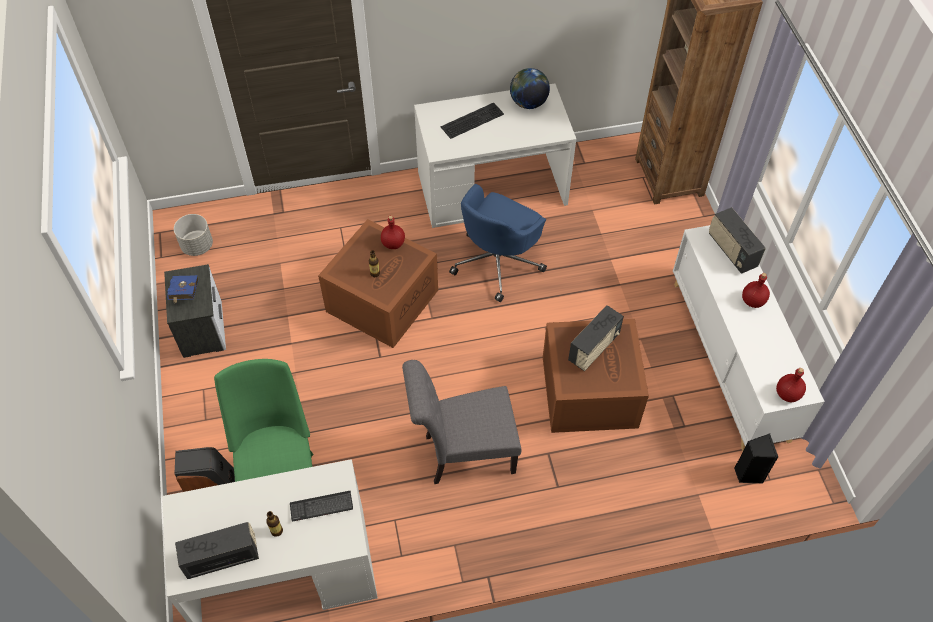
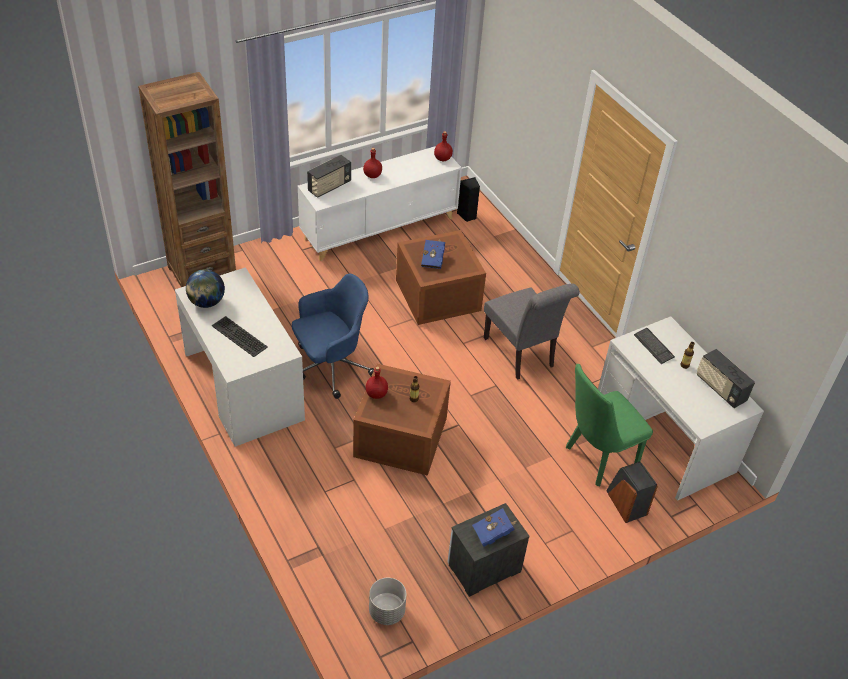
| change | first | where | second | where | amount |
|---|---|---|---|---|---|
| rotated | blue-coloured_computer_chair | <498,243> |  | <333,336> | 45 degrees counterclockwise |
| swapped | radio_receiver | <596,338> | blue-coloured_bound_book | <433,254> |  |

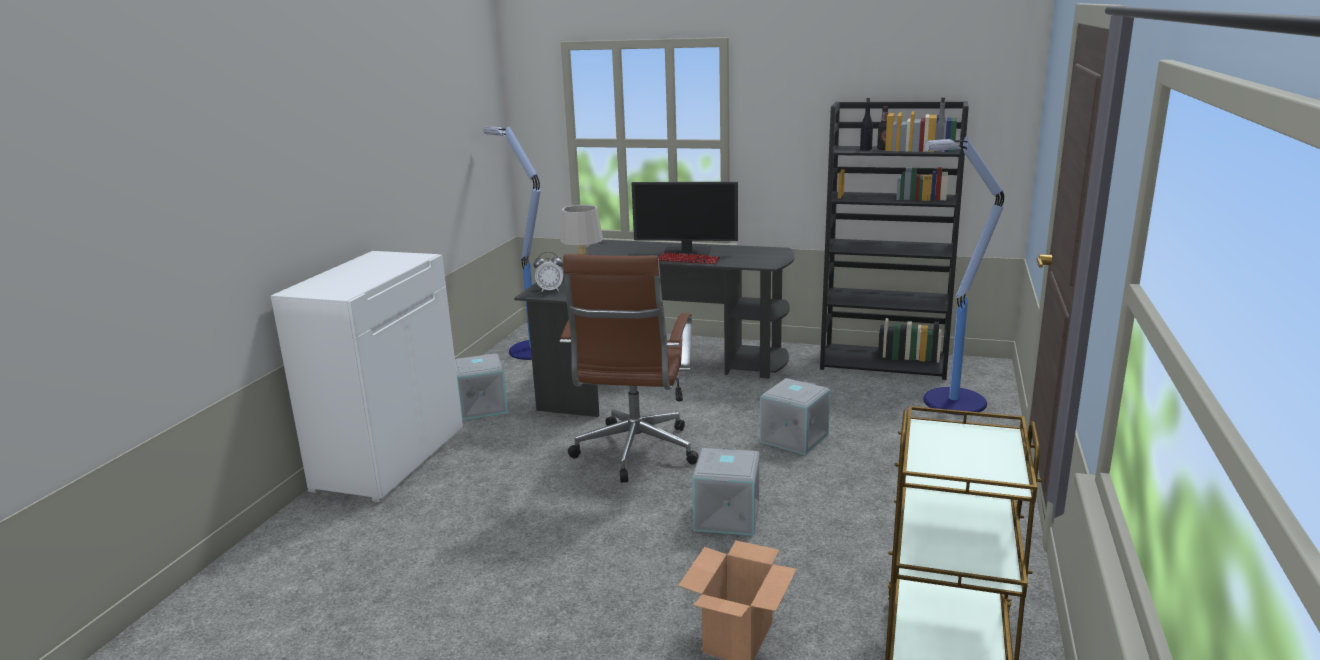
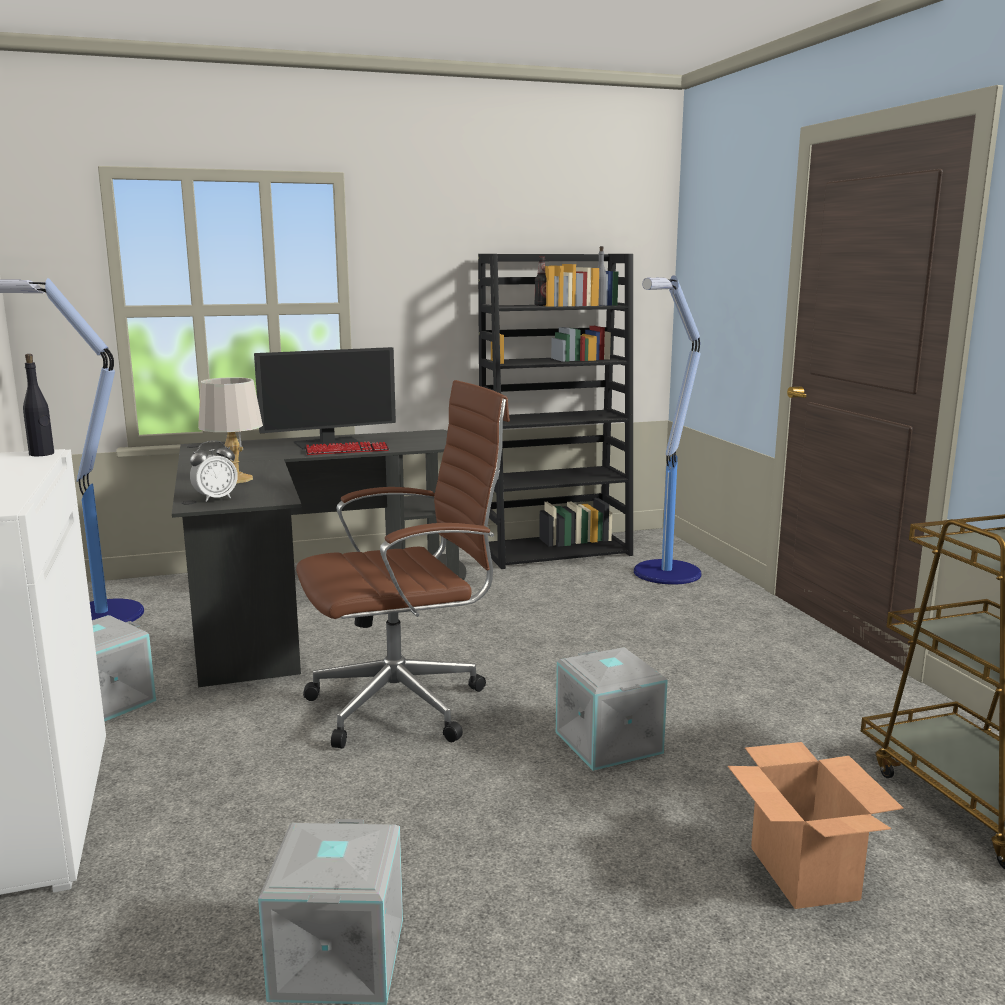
| change | first | where | second | where | amount |
|---|---|---|---|---|---|
| rotated | brown_computer_chair | <629,368> |  | <403,564> | 90 degrees counterclockwise |
| shifted | grey_storage_bin | <795,416> |  | <330,912> |  |
| shifted | blackish_drink_bottle | <866,124> |  | <38,405> |  |

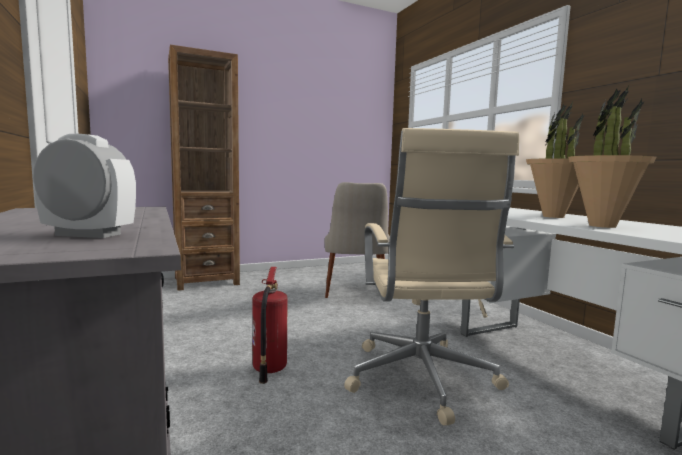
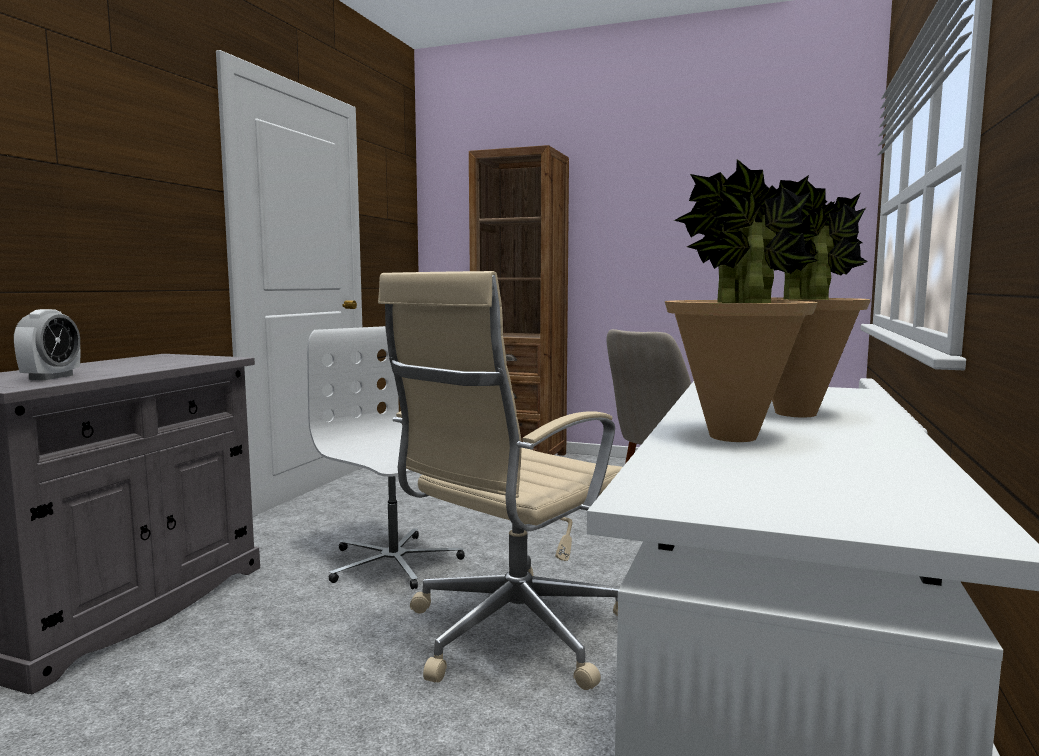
| change | first | where | second | where | amount |
|---|---|---|---|---|---|
| rotated | table_clock | <84,186> |  | <47,344> | 45 degrees clockwise |
| swapped | fire-fighting_cylinder | <270,325> | white_computer_chair | <386,457> |  |

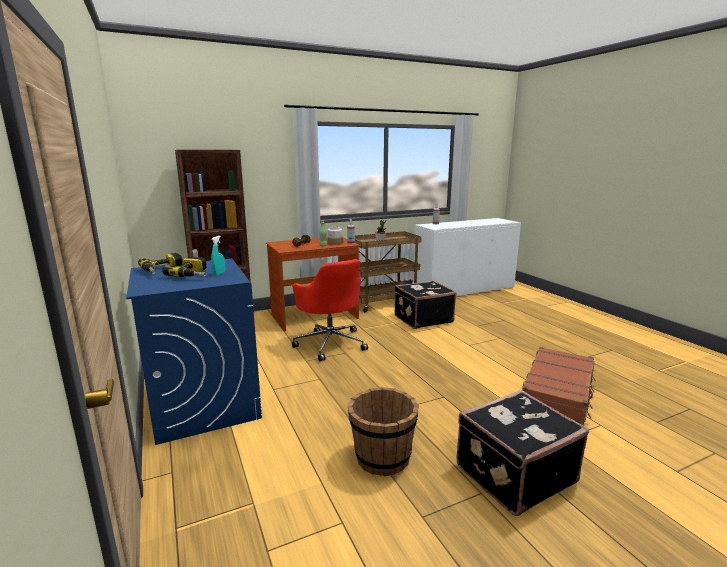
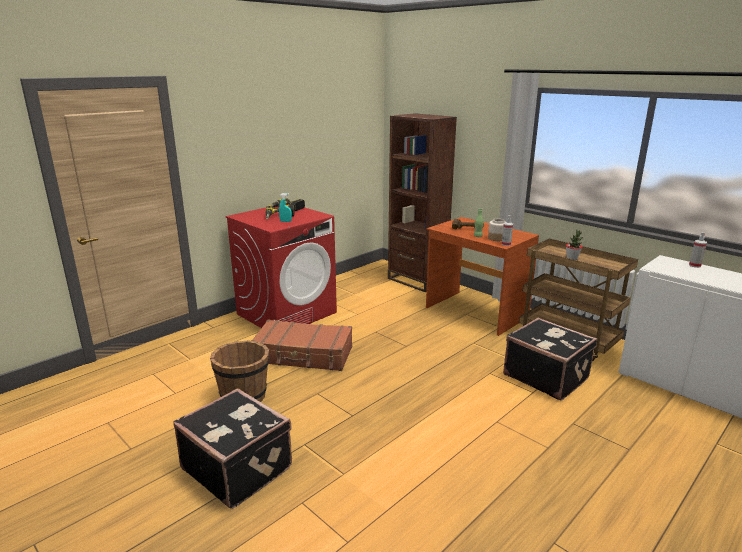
| change | first | where | second | where | amount |
|---|---|---|---|---|---|
| repainted | blue-coloured_laundry_appliance | <194,351> | reddish_laundry_appliance | <281,267> |  |
| gone | reddish_computer_chair | <330,310> |  |  |  |
| shifted | brown_suitcase | <559,386> |  | <301,345> |  |

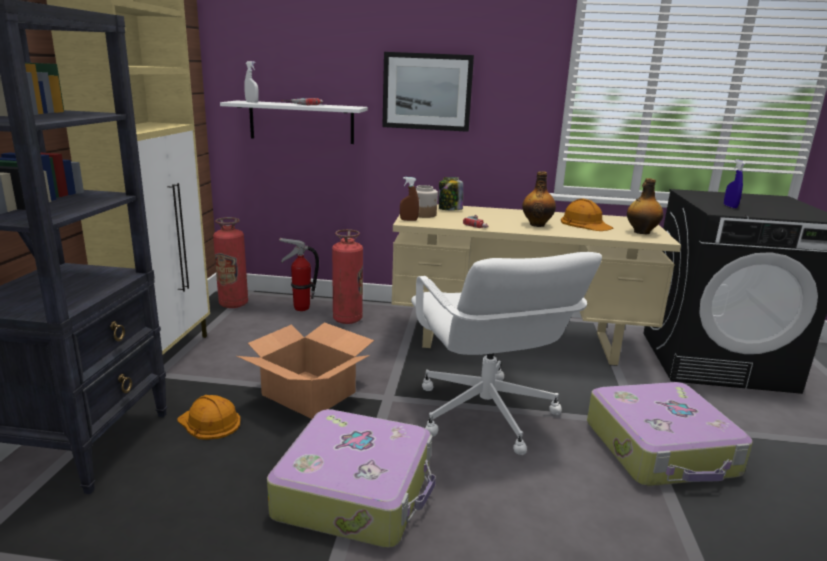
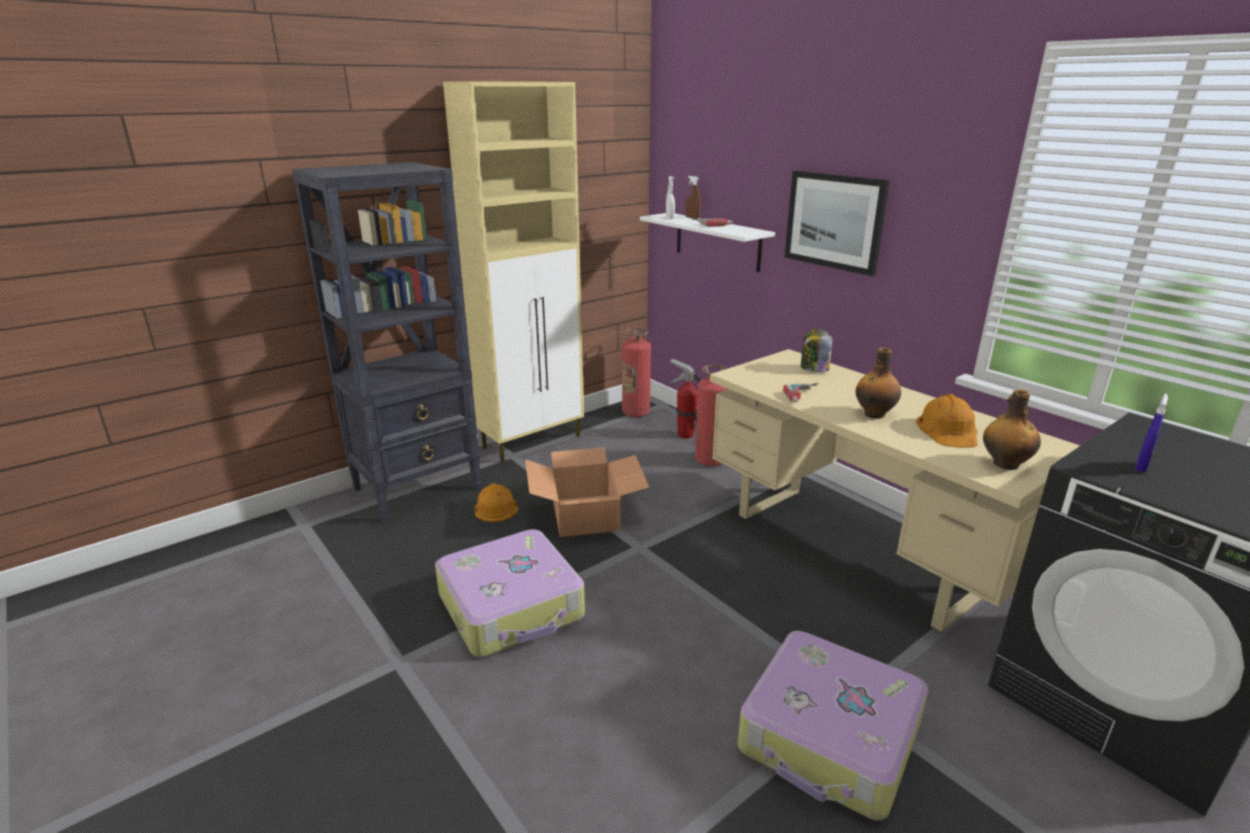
| change | first | where | second | where | amount |
|---|---|---|---|---|---|
| shifted | brown_hand_sprayer | <409,199> |  | <693,197> |  |
| gone | white_computer_chair | <506,353> |  |  |  |
| gone | jar | <427,201> |  |  |  |

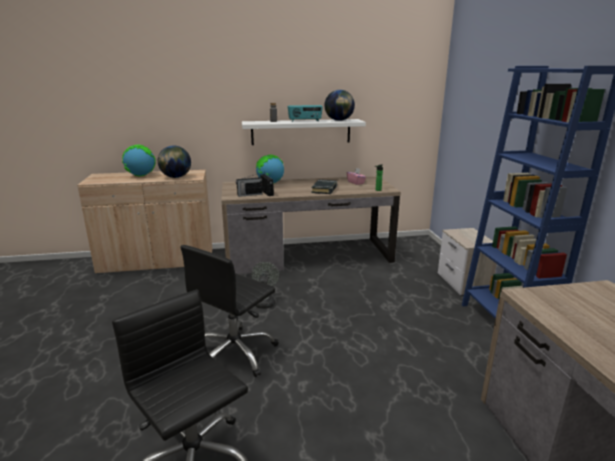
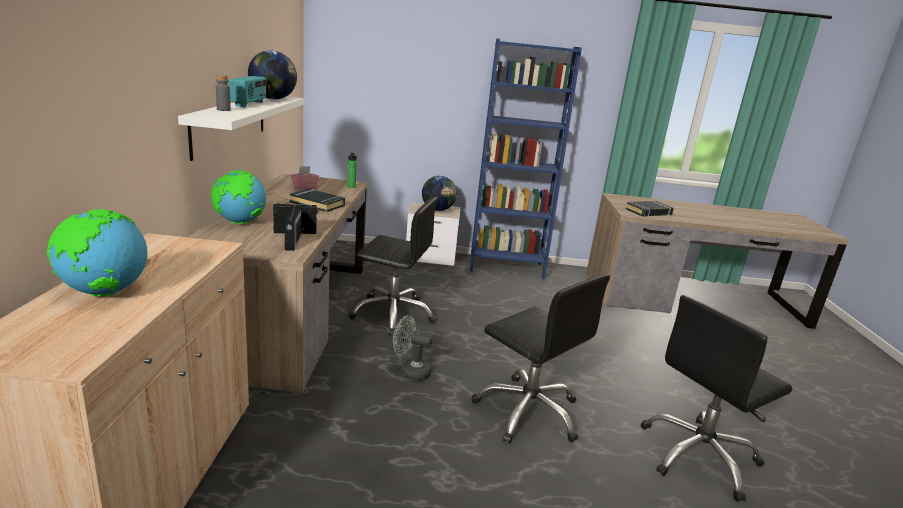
| change | first | where | second | where | amount |
|---|---|---|---|---|---|
| shifted | desk_globe | <174,162> |  | <439,193> |  |
| new |  |  | blackish_computer_chair | <393,265> |  |
| new |  |  | blackish_bound_book | <650,209> |  |

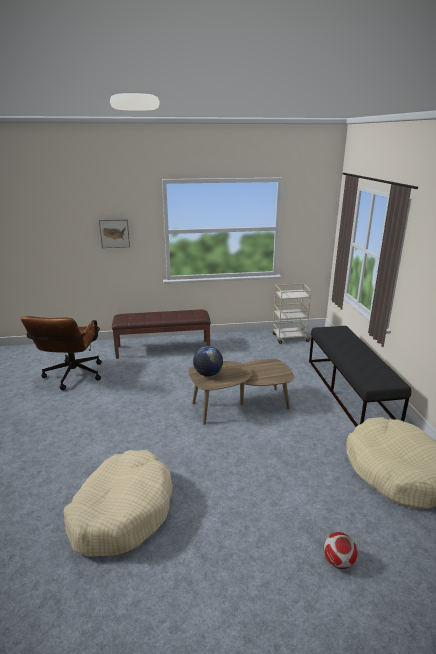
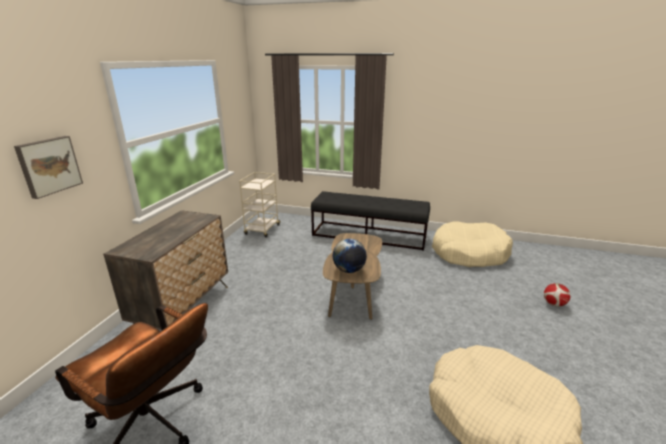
| change | first | where | second | where | amount |
|---|---|---|---|---|---|
| swapped | brown_indoor_bench | <161,334> | dresser | <165,269> |  |

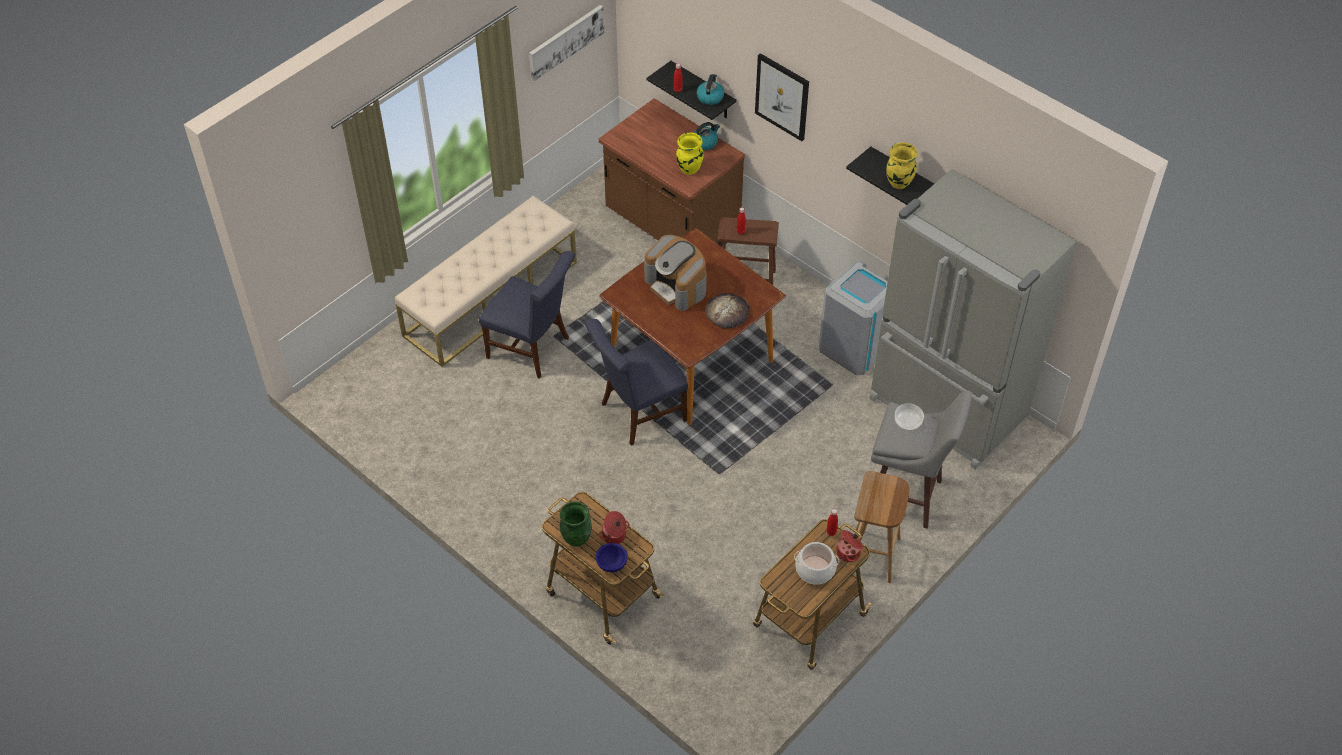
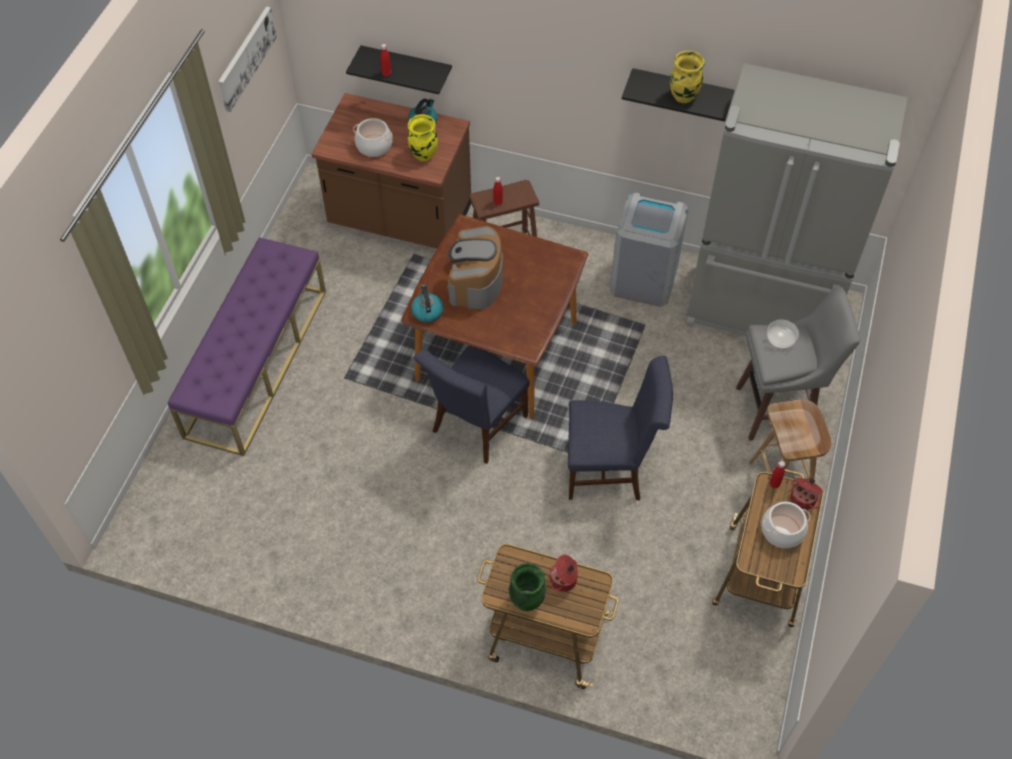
| change | first | where | second | where | amount |
|---|---|---|---|---|---|
| repainted | beige_indoor_bench | <486,281> | purple_indoor_bench | <247,346> |  |
| shifted | blue-coloured_plain_chair | <527,315> |  | <620,428> |  |
| gone | blue-coloured_bowl | <611,557> |  |  |  |
| rotated | coffee_maker | <675,273> |  | <475,267> | 75 degrees clockwise |
| shifted | water_kettle | <710,89> |  | <427,304> |  |
| gone | bakery_bread | <727,311> |  |  |  |
| gone | picture | <782,97> |  |  |  |
| new |  |  | stockpot | <373,137> |  |

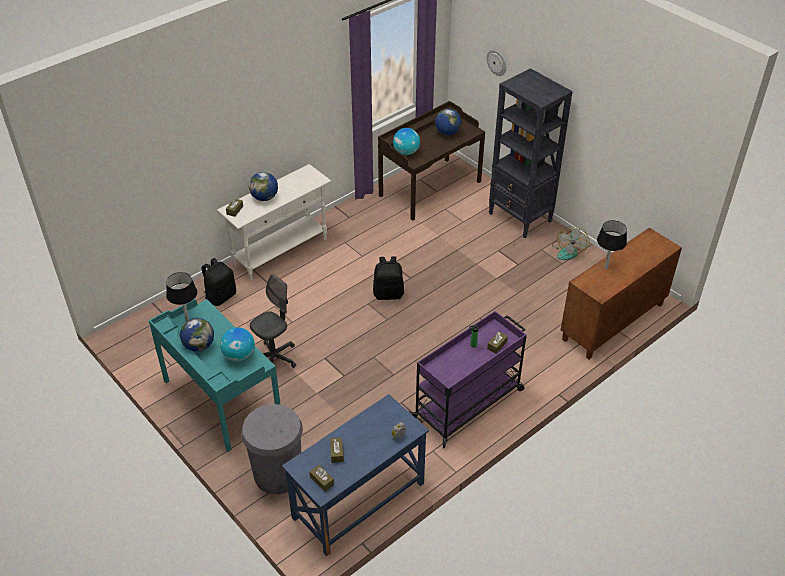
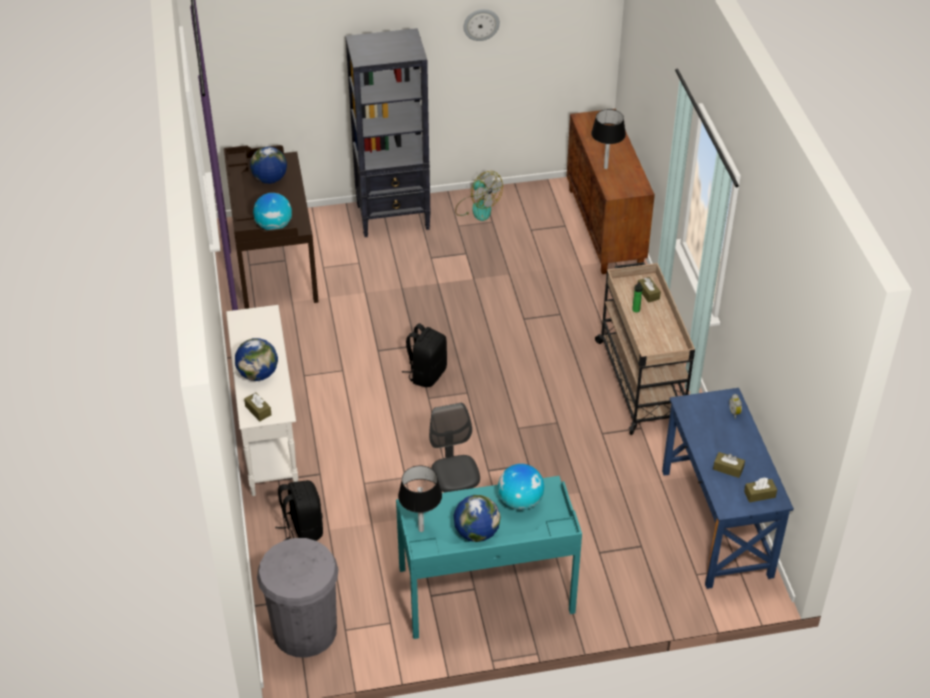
| change | first | where | second | where | amount |
|---|---|---|---|---|---|
| shifted | grey_waste_bin | <272,449> |  | <297,598> |  |
| repainted | purple_trolley | <467,379> | beige_trolley | <645,348> |  |
| shifted | wall_clock | <496,63> |  | <481,25> |  |

